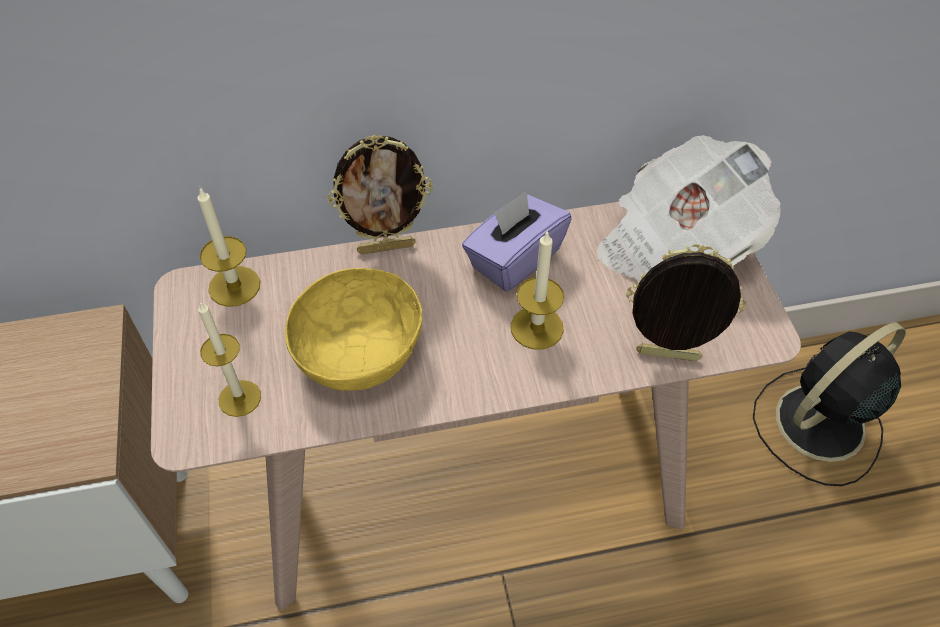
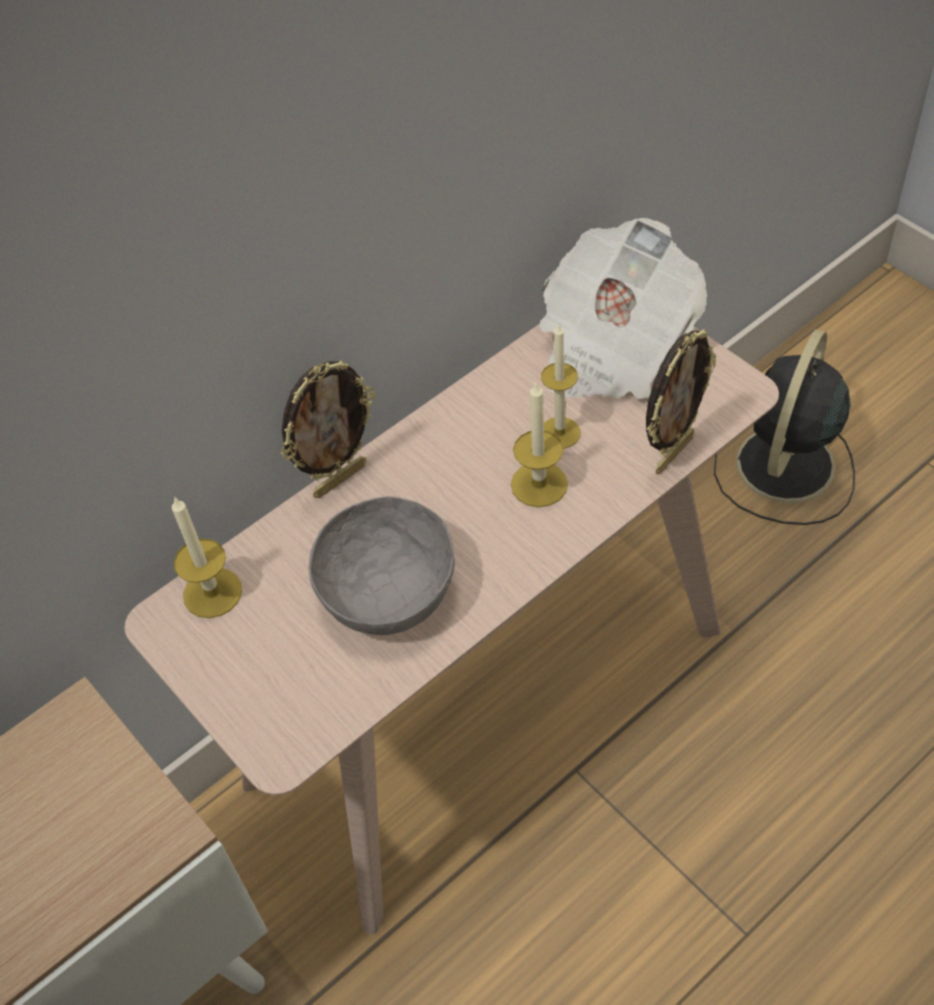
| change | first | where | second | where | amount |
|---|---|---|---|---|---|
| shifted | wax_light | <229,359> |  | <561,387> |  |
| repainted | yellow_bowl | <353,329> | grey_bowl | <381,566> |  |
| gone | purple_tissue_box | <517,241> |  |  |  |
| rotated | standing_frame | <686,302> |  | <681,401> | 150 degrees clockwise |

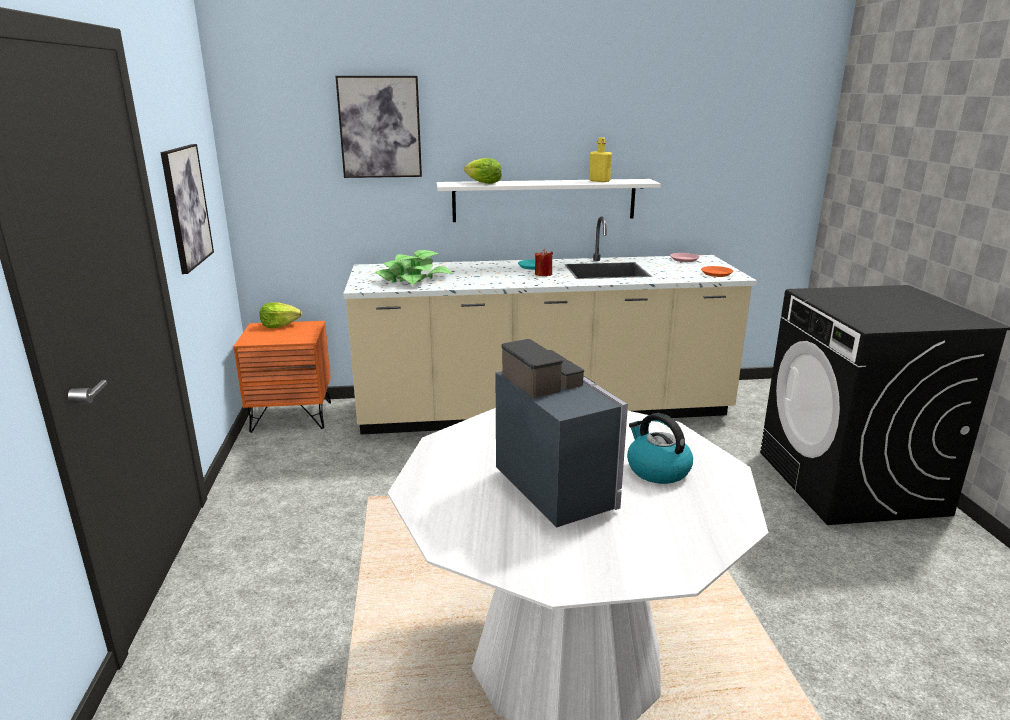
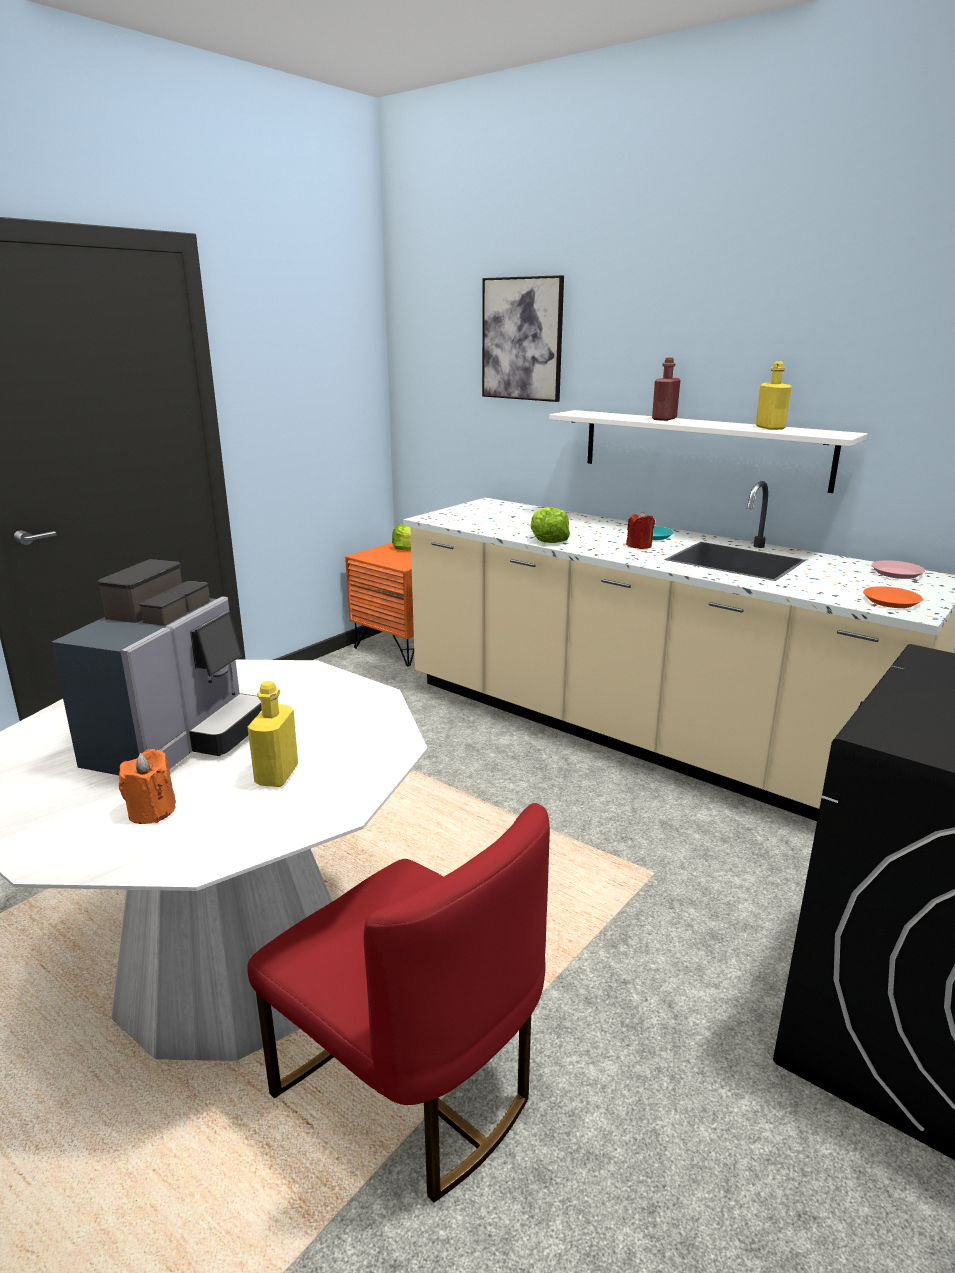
| change | first | where | second | where | amount |
|---|---|---|---|---|---|
| gone | picture | <187,209> |  |  |  |
| gone | plant_in_a_pot | <413,267> |  |  |  |
| shifted | lettuce | <483,171> |  | <550,525> |  |
| swapped | water_kettle | <660,448> | yellow_drink_bottle | <272,734> |  |
| new |  |  | orange_wax_light | <147,786> |  |
| new |  |  | reddish_plain_chair | <398,1003> |  |
| new |  |  | reddish_drink_bottle | <666,389> |  |

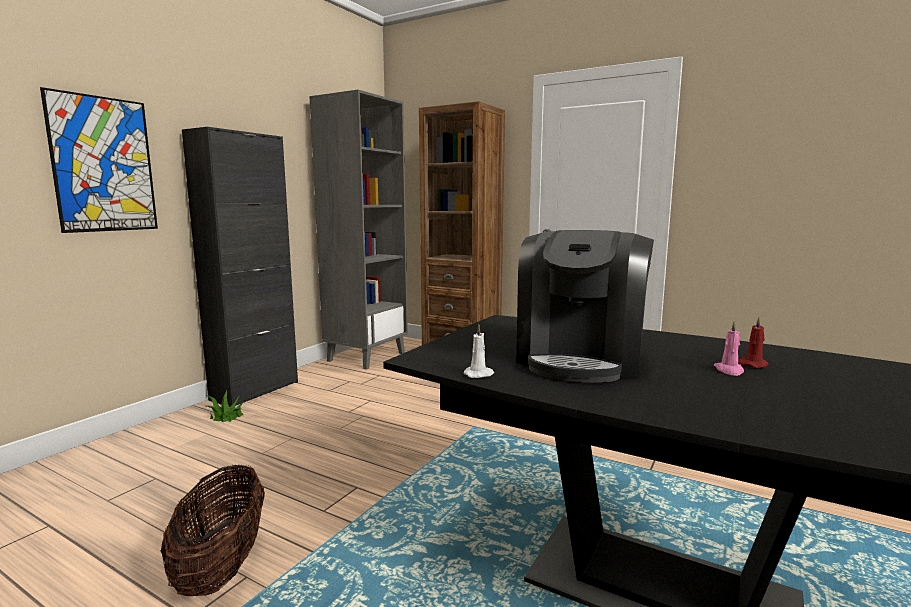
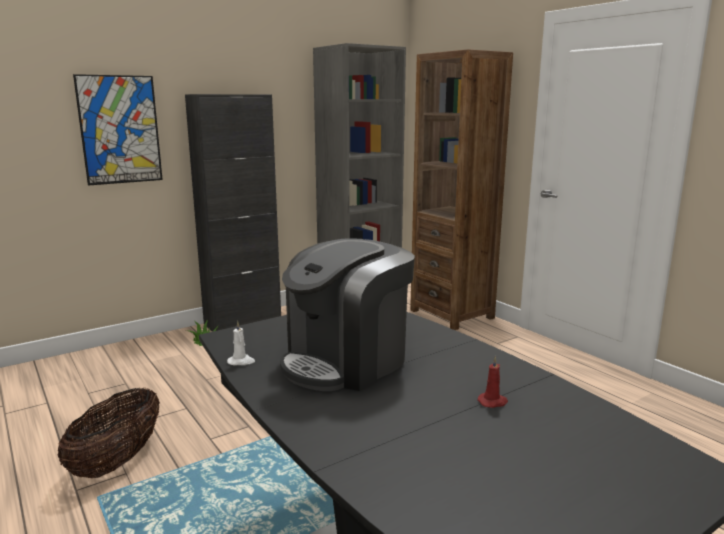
| change | first | where | second | where | amount |
|---|---|---|---|---|---|
| gone | pink-coloured_wax_light | <729,348> |  |  |  |

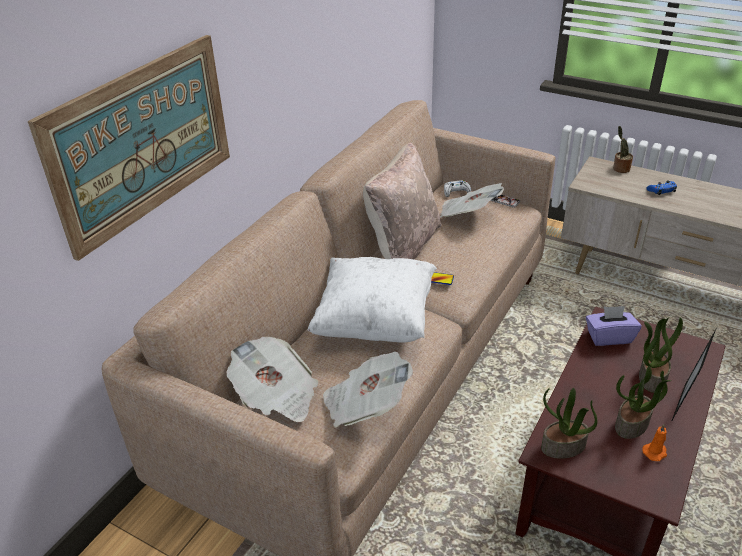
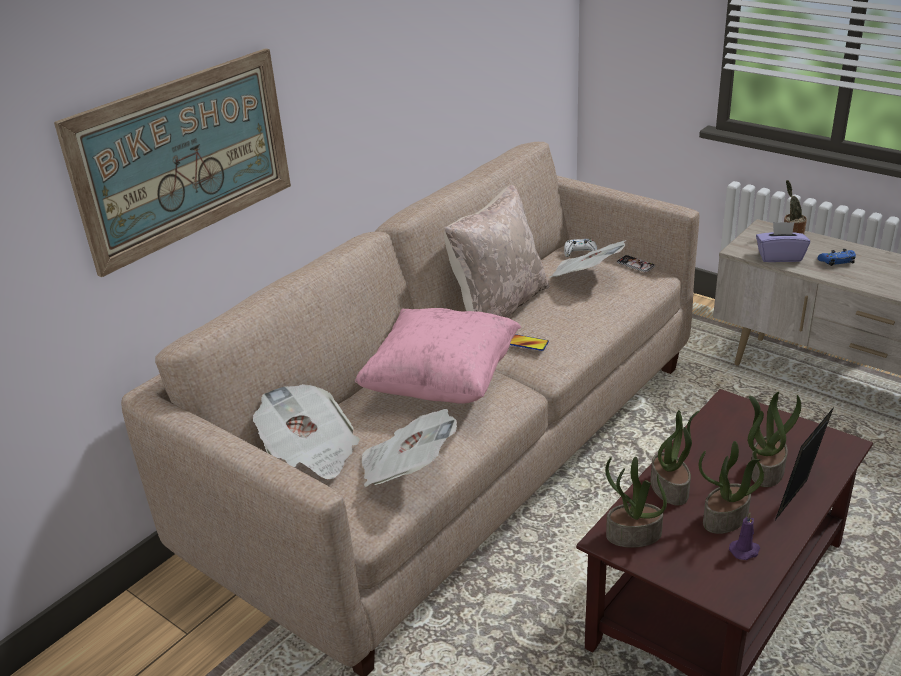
| change | first | where | second | where | amount |
|---|---|---|---|---|---|
| repainted | white_pillow | <372,300> | pink-coloured_pillow | <438,356> |  |
| shifted | purple_tissue_box | <613,326> |  | <783,242> |  |
| repainted | orange_wax_light | <654,442> | purple_wax_light | <744,536> |  |
| new |  |  | plant_in_a_pot | <675,457> |  |

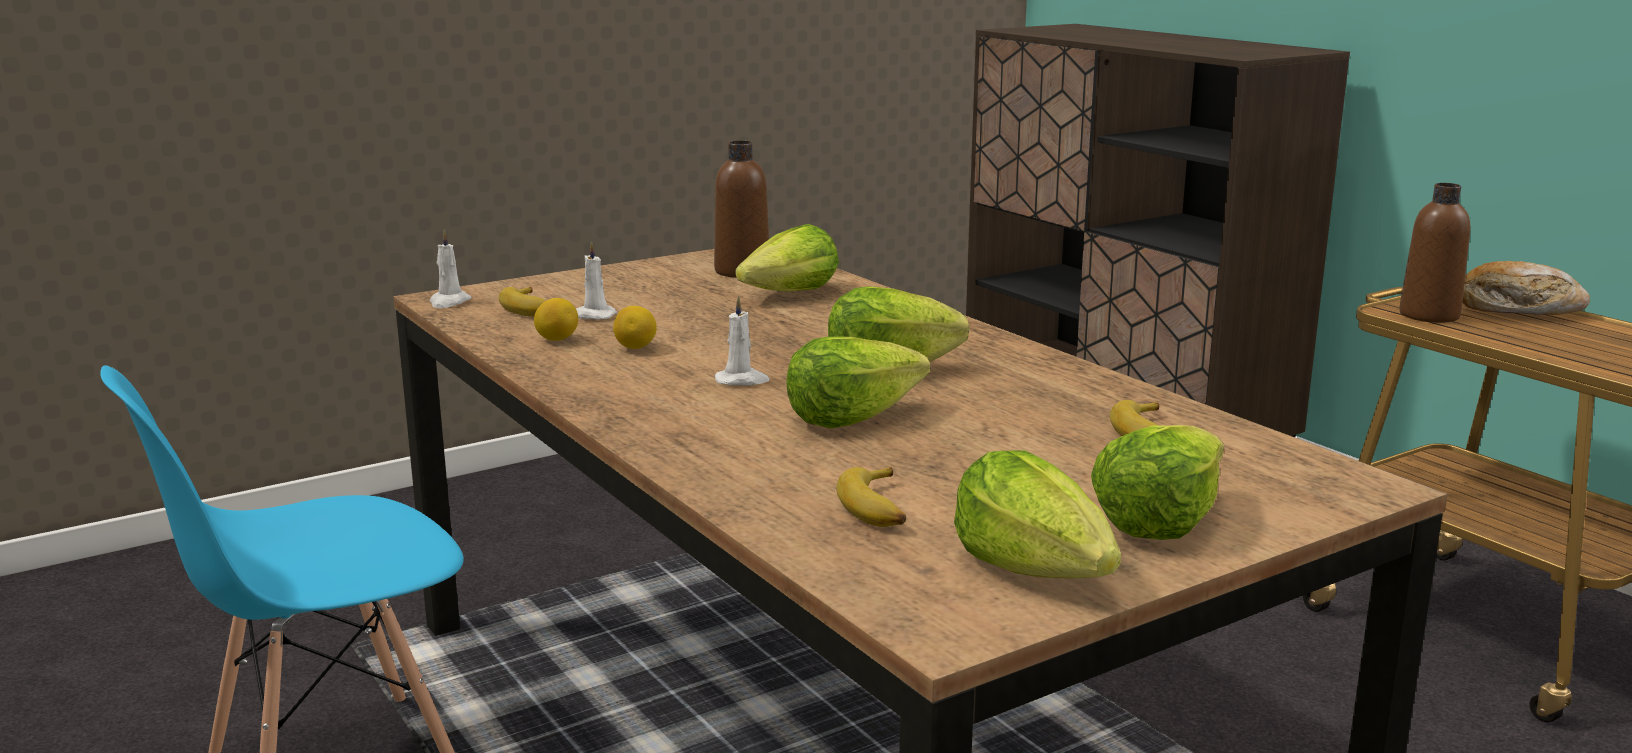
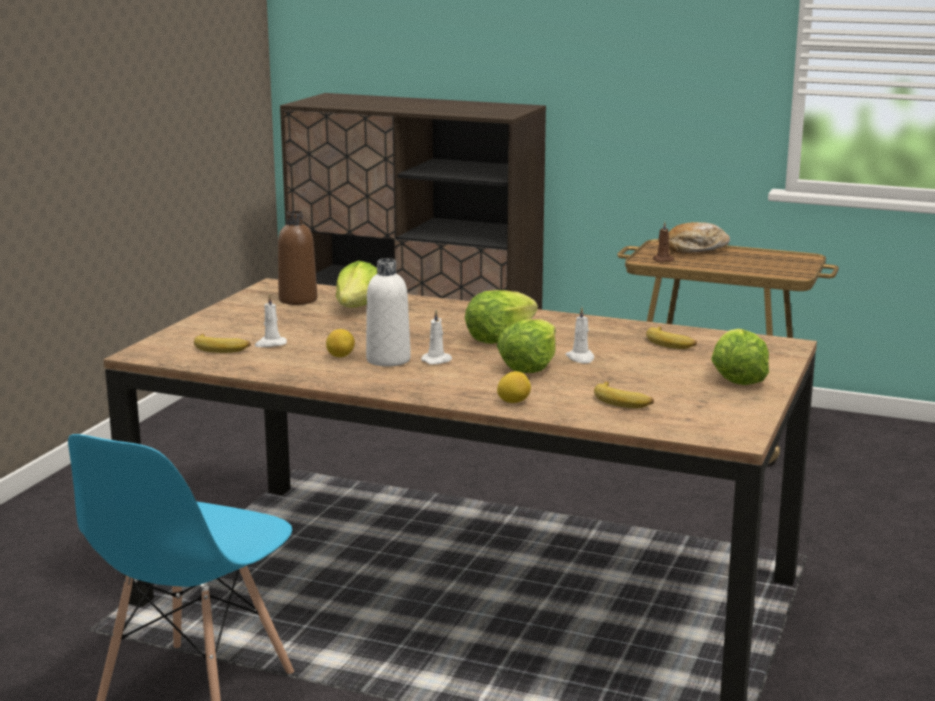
| change | first | where | second | where | amount |
|---|---|---|---|---|---|
| shifted | white_wax_light | <451,269> |  | <579,335> |  |
| shifted | whole_lemon | <556,319> |  | <514,387> |  |
| gone | lettuce | <1037,514> |  |  |  |
| swapped | brown_drink_bottle | <1434,253> | brown_wax_light | <663,242> |  |
| new |  |  | white_drink_bottle | <388,312> |  |

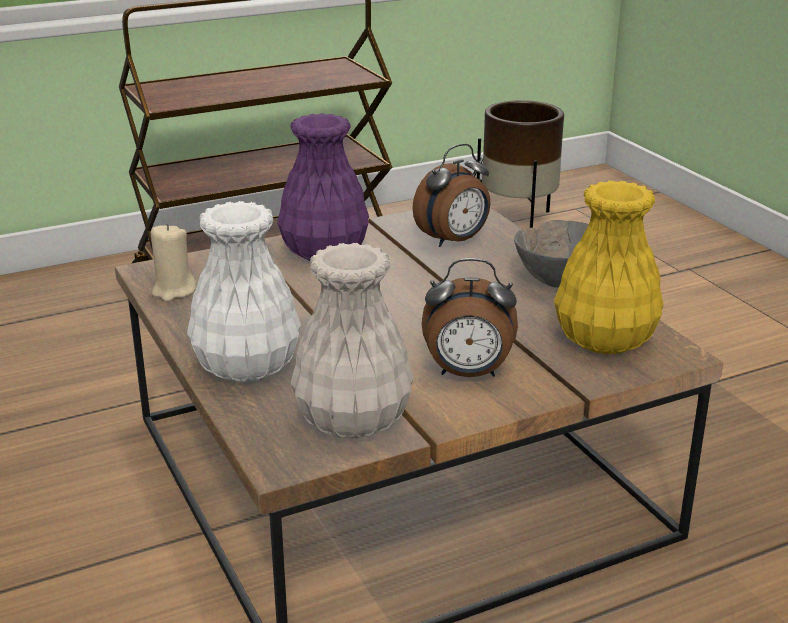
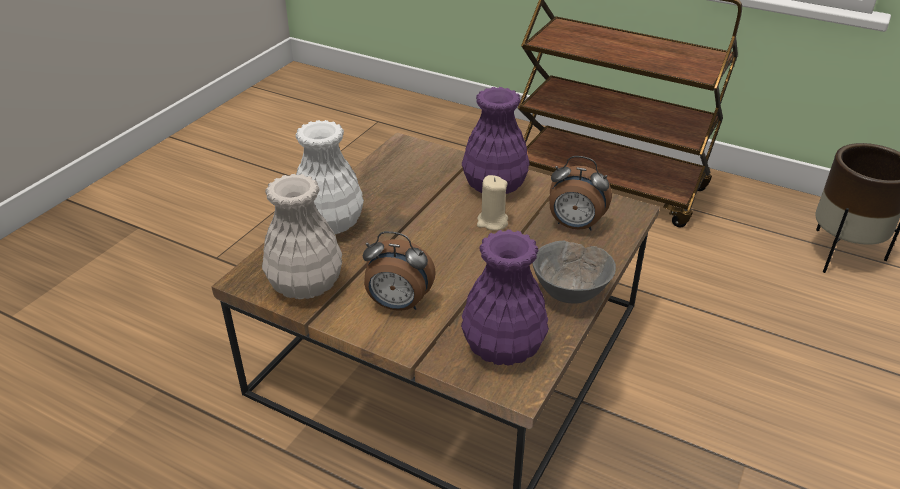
| change | first | where | second | where | amount |
|---|---|---|---|---|---|
| shifted | beige_wax_light | <174,262> |  | <492,202> |  |
| rotated | table_clock | <470,317> |  | <399,271> | 45 degrees counterclockwise |
| repainted | yellow_vase | <608,267> | purple_vase | <505,298> |  |

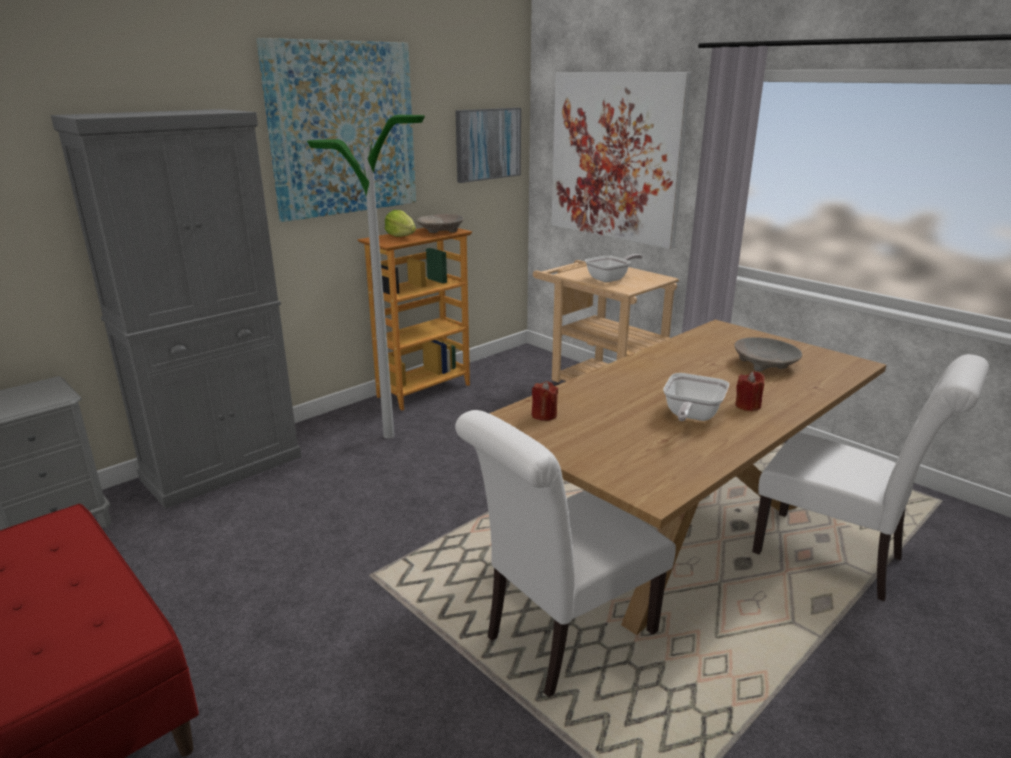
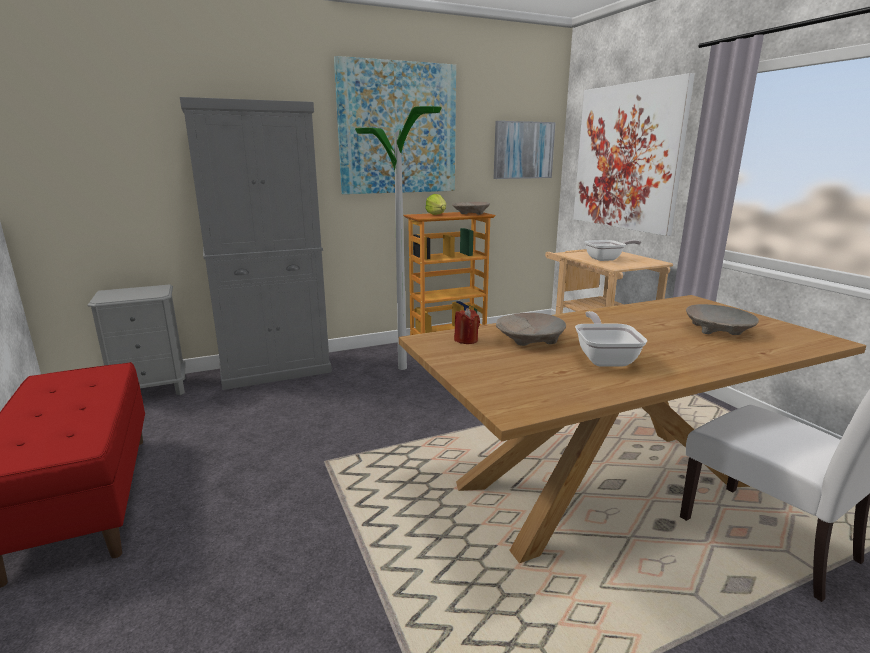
| change | first | where | second | where | amount |
|---|---|---|---|---|---|
| gone | white_plain_chair | <565,553> |  |  |  |
| rotated | skillet | <696,397> |  | <611,338> | 135 degrees clockwise |
| gone | reddish_wax_light | <750,391> |  |  |  |
| new |  |  | beige_bowl | <531,329> |  |

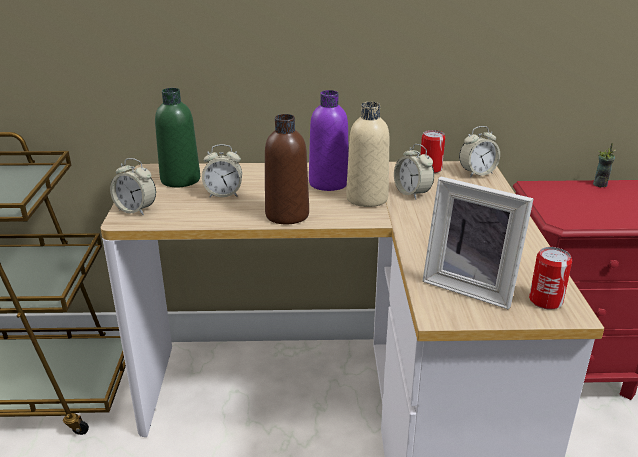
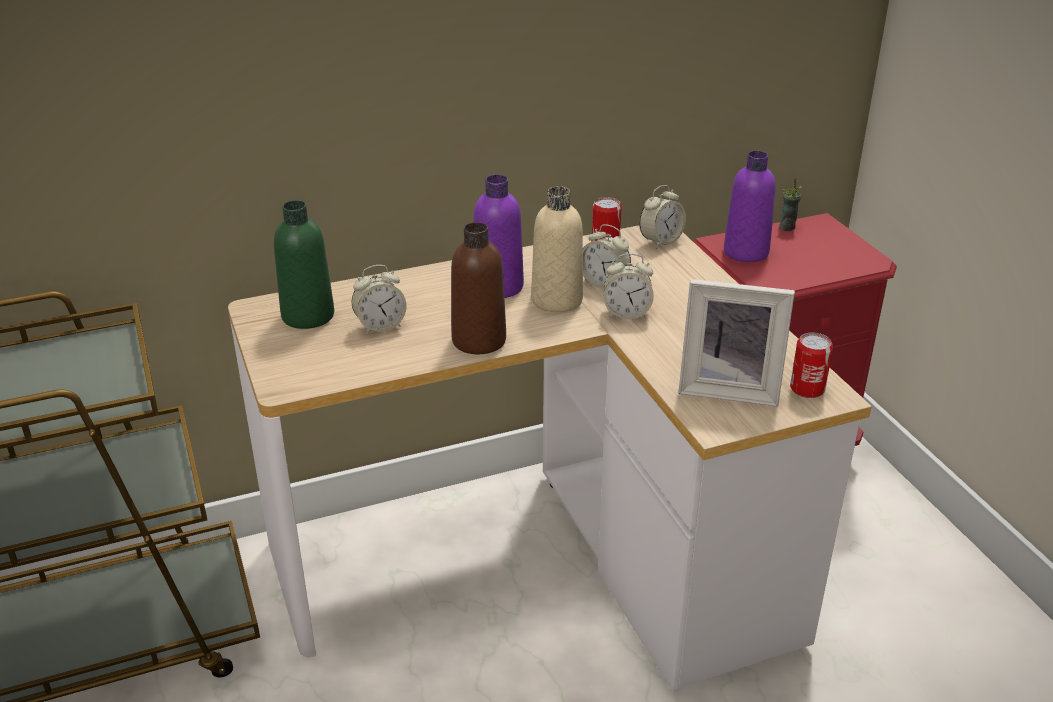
| change | first | where | second | where | amount |
|---|---|---|---|---|---|
| shifted | table_clock | <133,186> |  | <629,286> |  |
| new |  |  | purple_drink_bottle | <750,206> |  |

